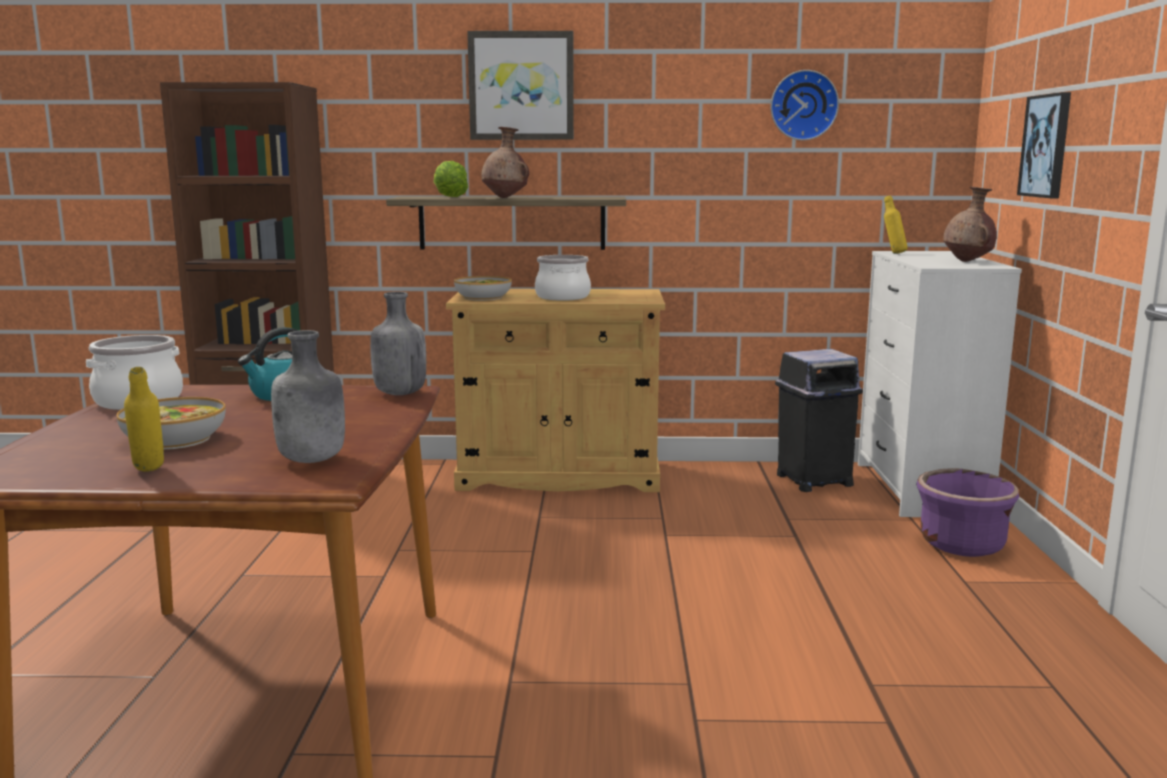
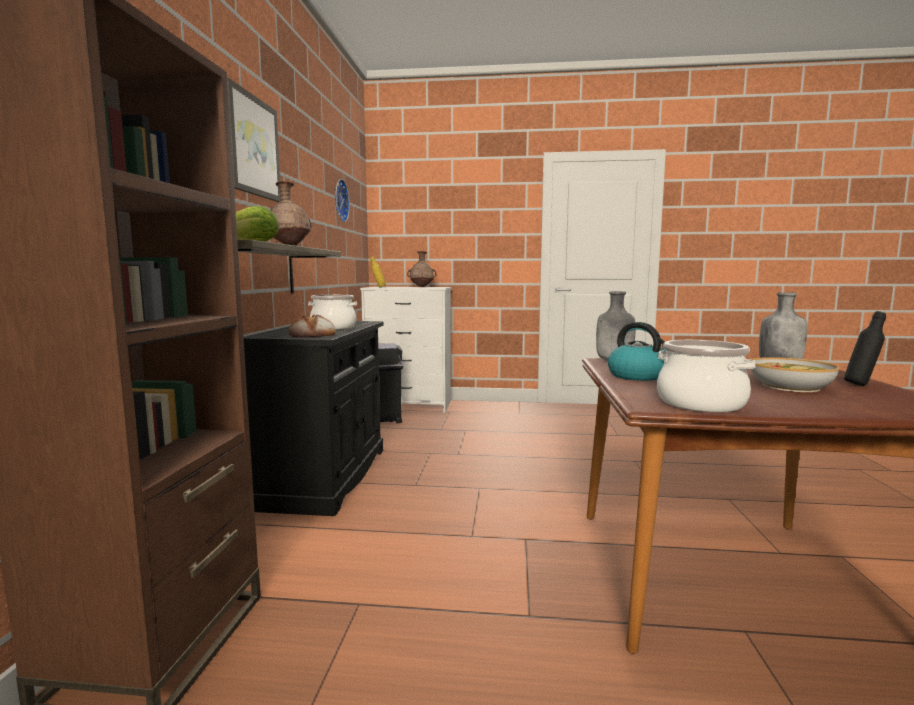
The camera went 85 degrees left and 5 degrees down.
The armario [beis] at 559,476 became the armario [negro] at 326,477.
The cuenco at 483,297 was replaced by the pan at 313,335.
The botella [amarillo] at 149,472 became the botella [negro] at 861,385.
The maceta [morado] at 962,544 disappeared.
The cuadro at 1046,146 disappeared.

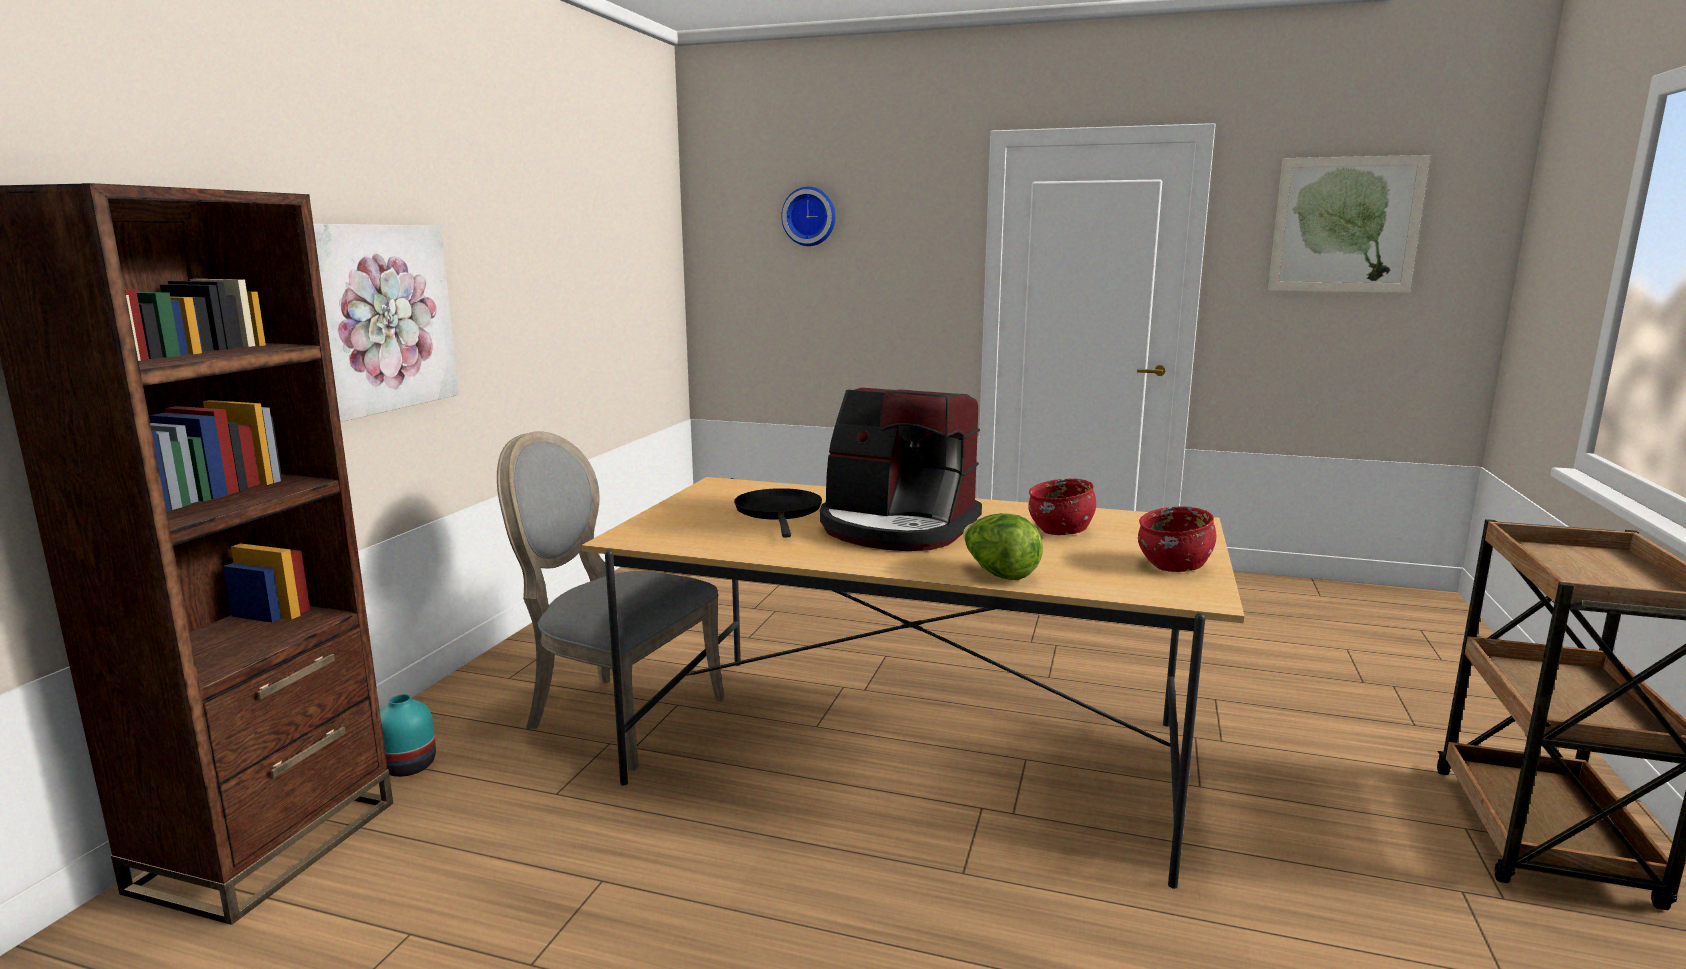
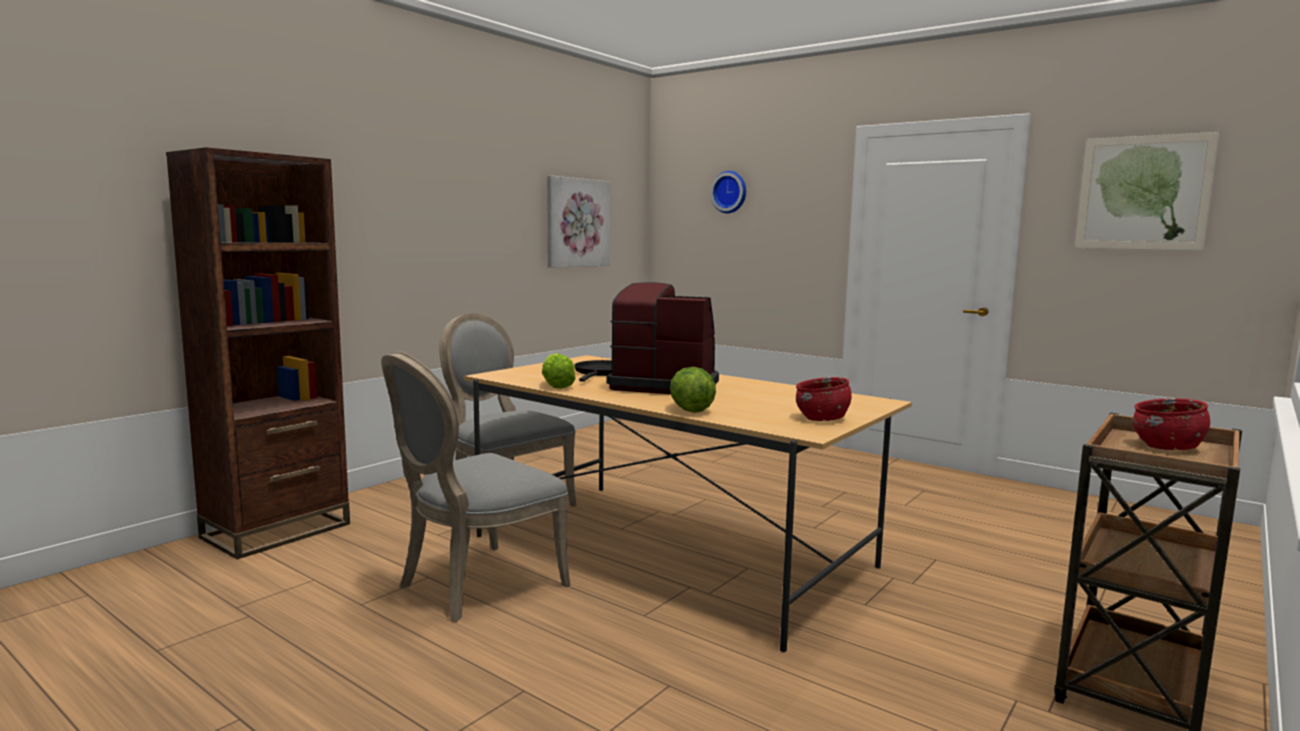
The camera went 20 degrees right and 5 degrees down.
The silla [gris] at 475,585 appeared.
The lechuga at 556,386 appeared.
The cuadro moved from 377,318 to 577,222.
The cafetera at 897,528 turned 150 degrees clockwise.
The cuenco [rojo] moved from 1060,530 to 1167,446.
The florero [turquesa] at 408,766 disappeared.

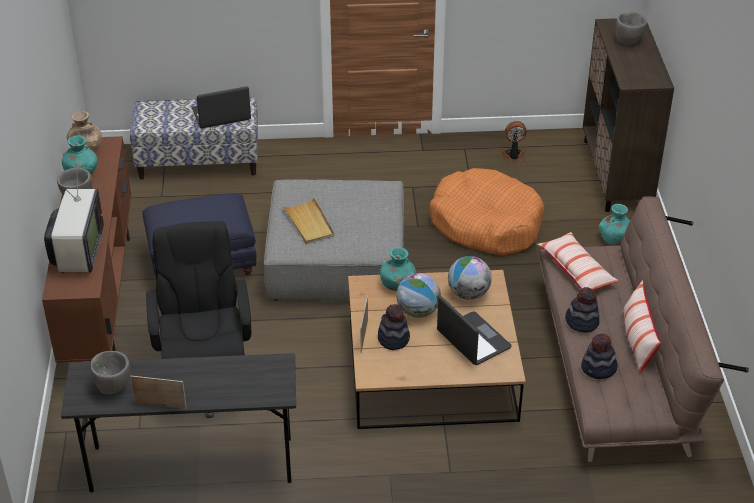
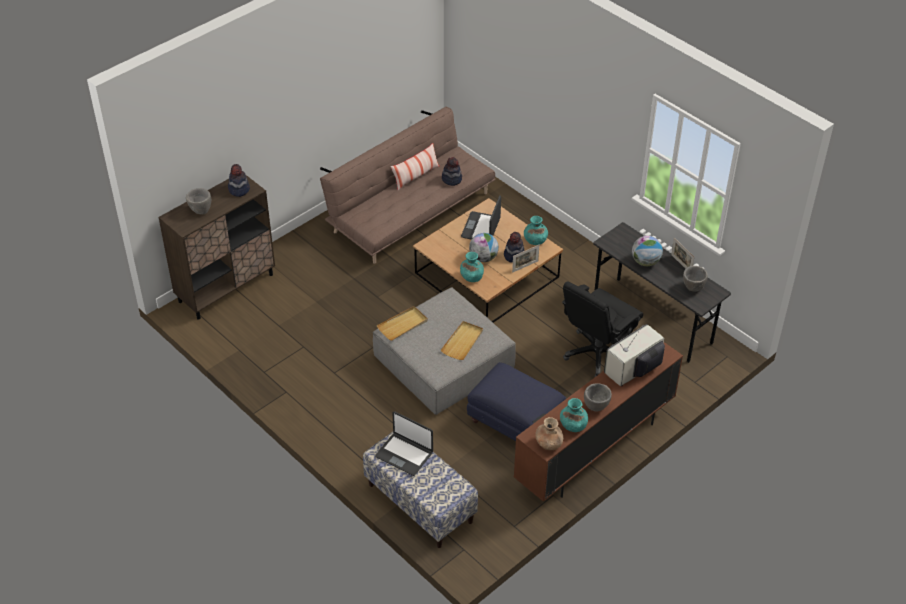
The camera went 130 degrees left and 5 degrees up.
The sombrero moved from 582,322 to 239,189.
The bandeja [beis] at 403,325 appeared.
The florero [turquesa] moved from 614,238 to 535,240.
The globo terráqueo moved from 468,294 to 645,262.
The cama para perro [naranja] at 486,224 disappeared.
The ventilador at 513,156 disappeared.
The cojín at 576,270 disappeared.

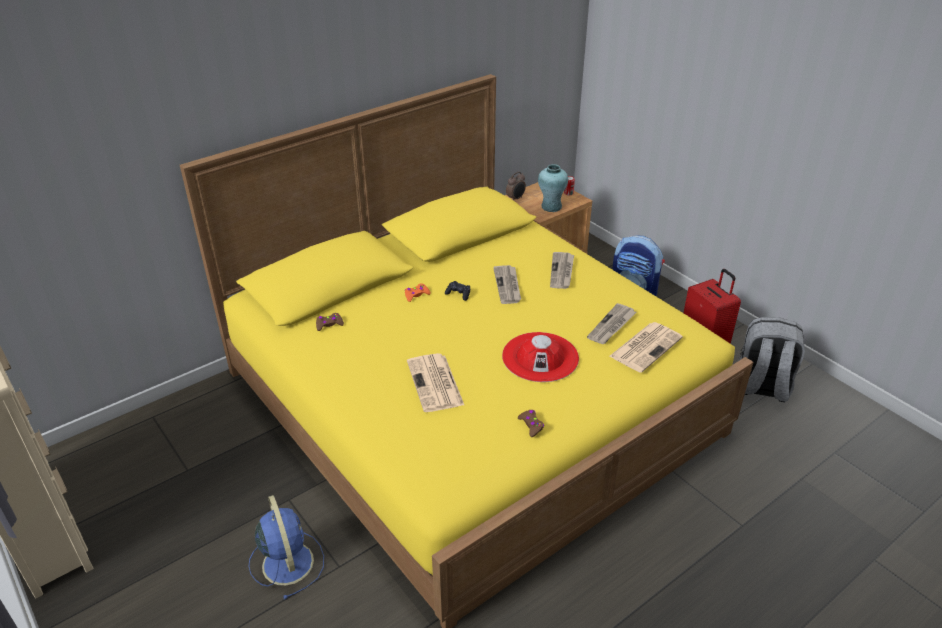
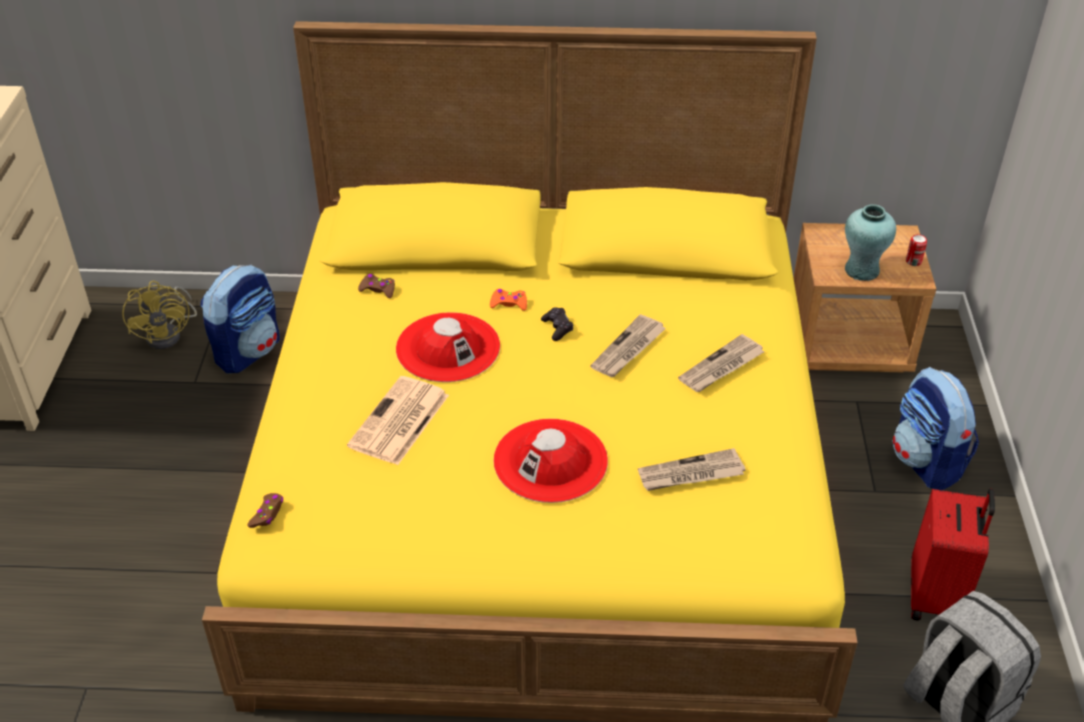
The camera went 40 degrees right and 5 degrees up.
The ventilador [amarillo] at 169,334 appeared.
The mochila at 248,351 appeared.
The mando de consola [marrón] moved from 531,425 to 267,514.
The sombrero [rojo] at 448,347 appeared.
The ventilador [azul] at 287,561 disappeared.
The despertador at 515,198 disappeared.
The periódico at 646,346 disappeared.

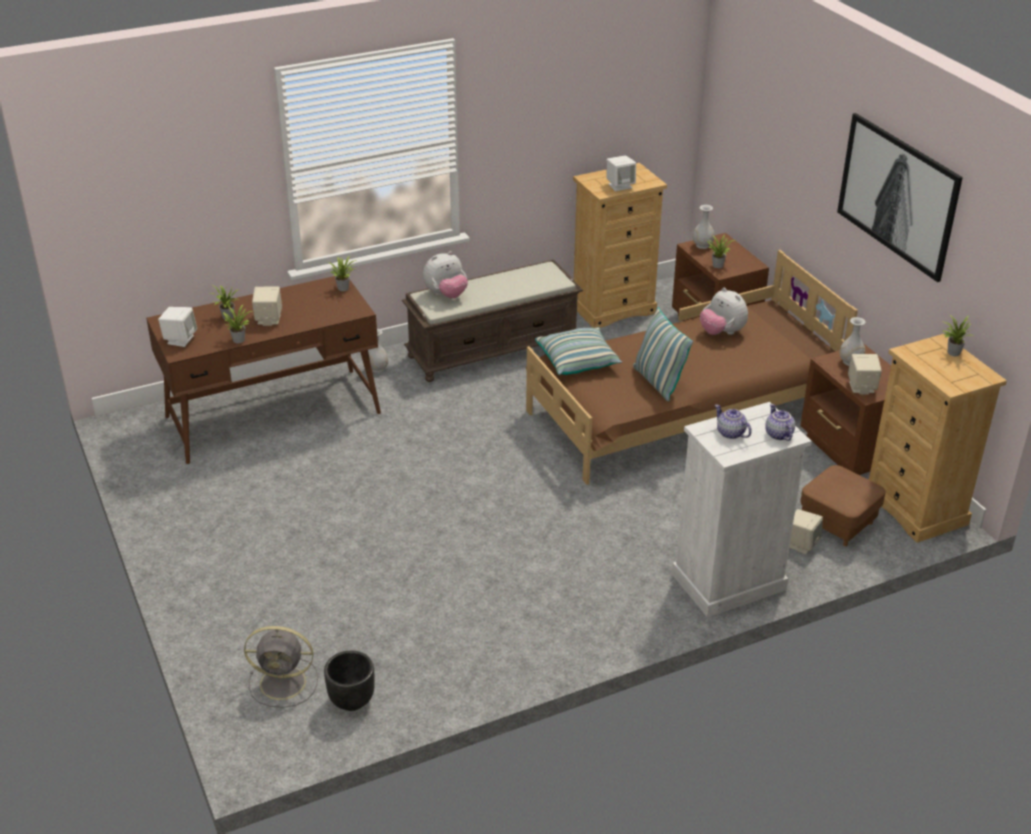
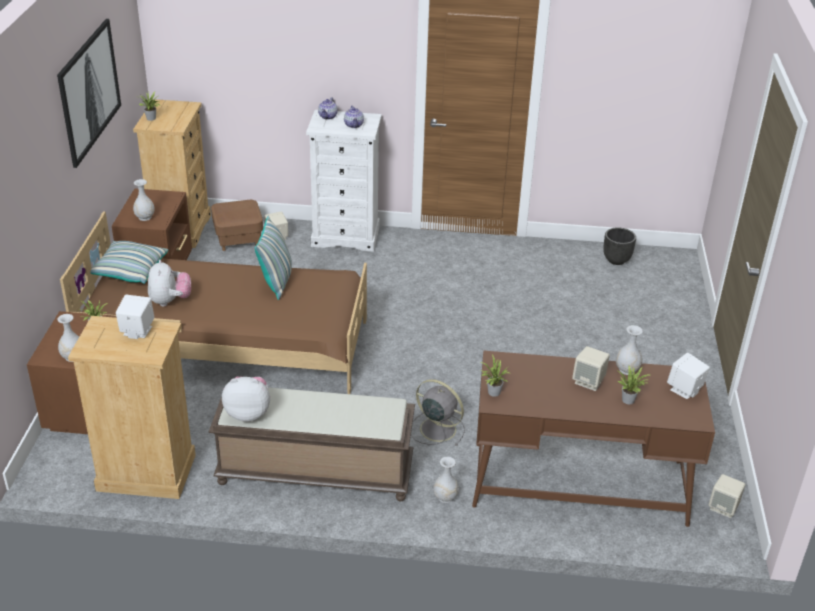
The camera went 150 degrees left and 0 degrees up.
The cojín moved from 578,361 to 129,271.
The peluche moved from 446,295 to 248,413.
The ventilador [gris] moved from 285,683 to 436,428.
The planta en maceta at 238,339 was replaced by the florero [blanco] at 627,370.
The altavoz [beis] moved from 861,388 to 723,508.

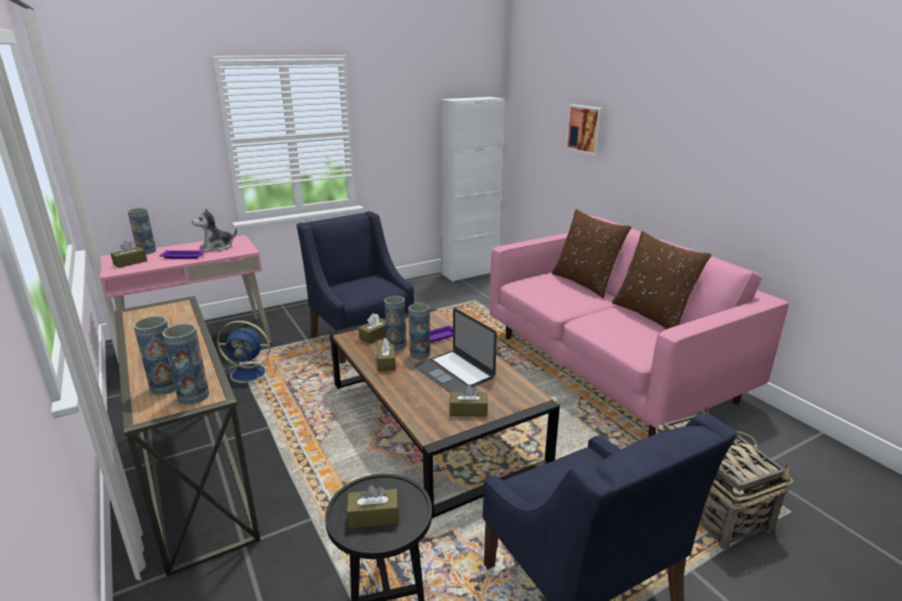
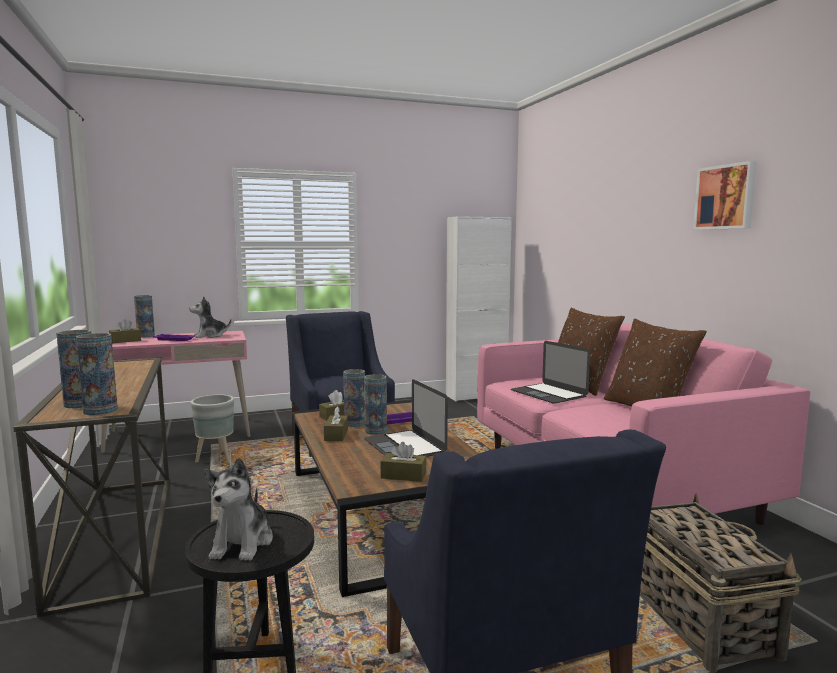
The camera went 10 degrees right and 15 degrees down.
The ventilador [azul] at 250,373 was replaced by the maceta [gris] at 216,458.
The caja de pañuelos [marrón] at 373,516 was replaced by the peluche at 242,543.
The portátil at 548,393 appeared.
The cuadro moved from 586,129 to 726,197.

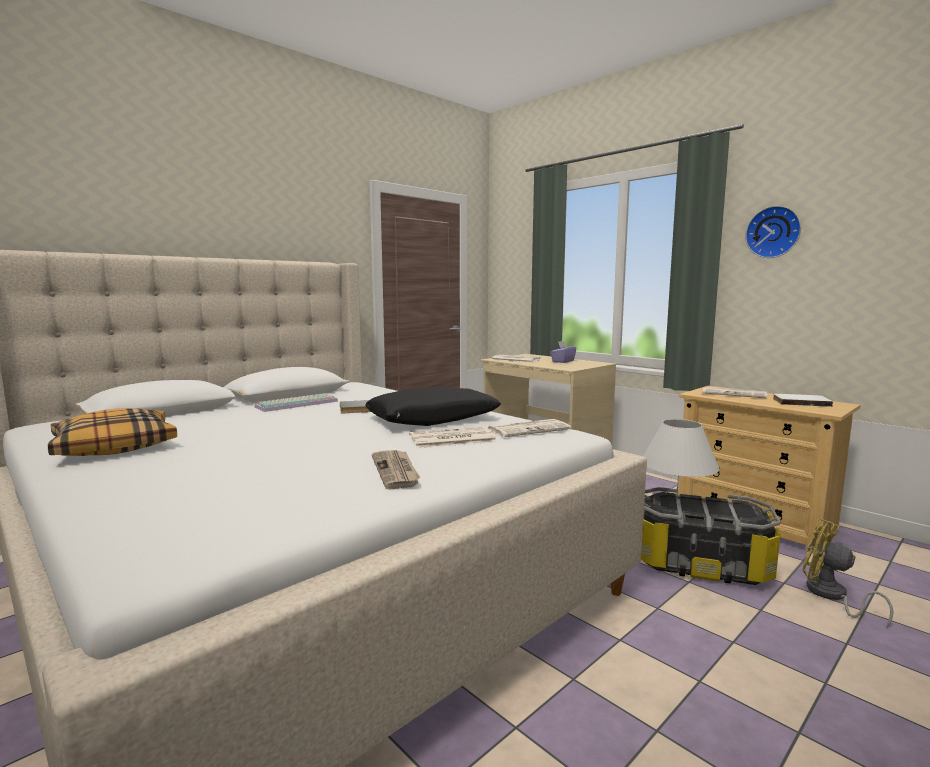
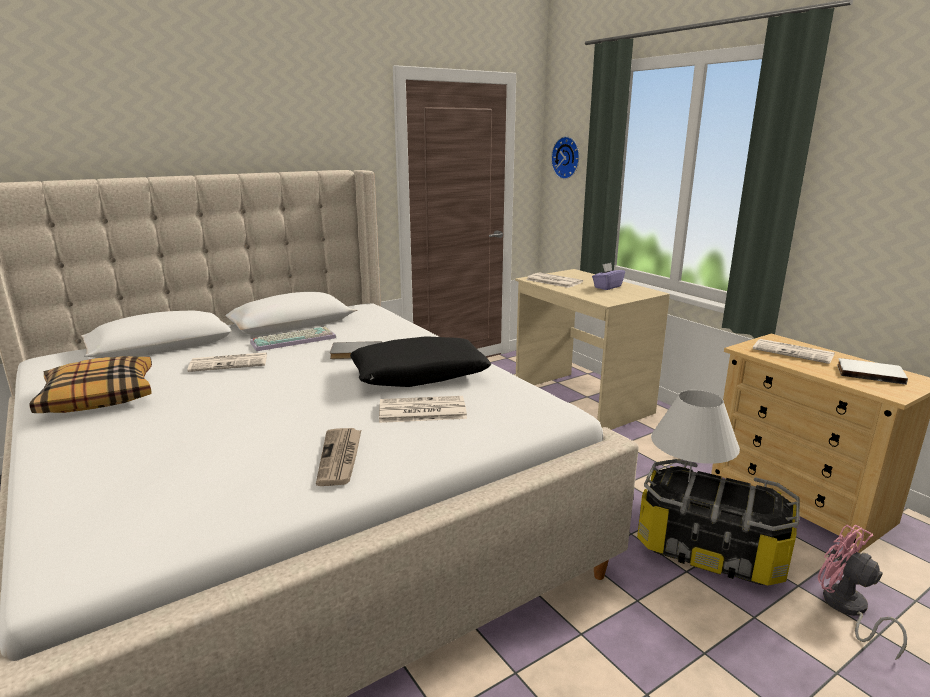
The camera went 10 degrees right and 10 degrees up.
The periódico moved from 529,429 to 230,363.
The reloj de pared moved from 773,232 to 567,157.
The ventilador [amarillo] at 830,596 became the ventilador [rosa] at 847,609.

